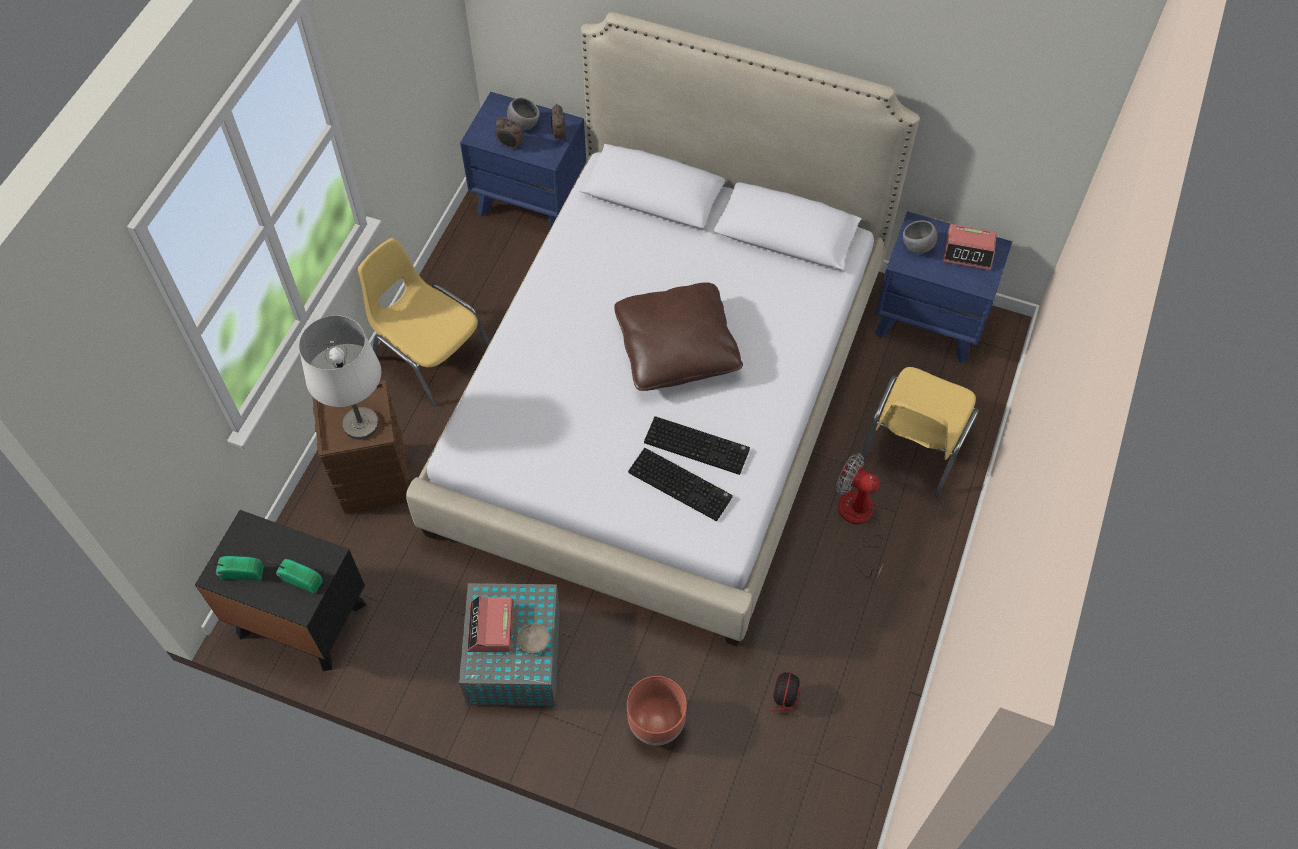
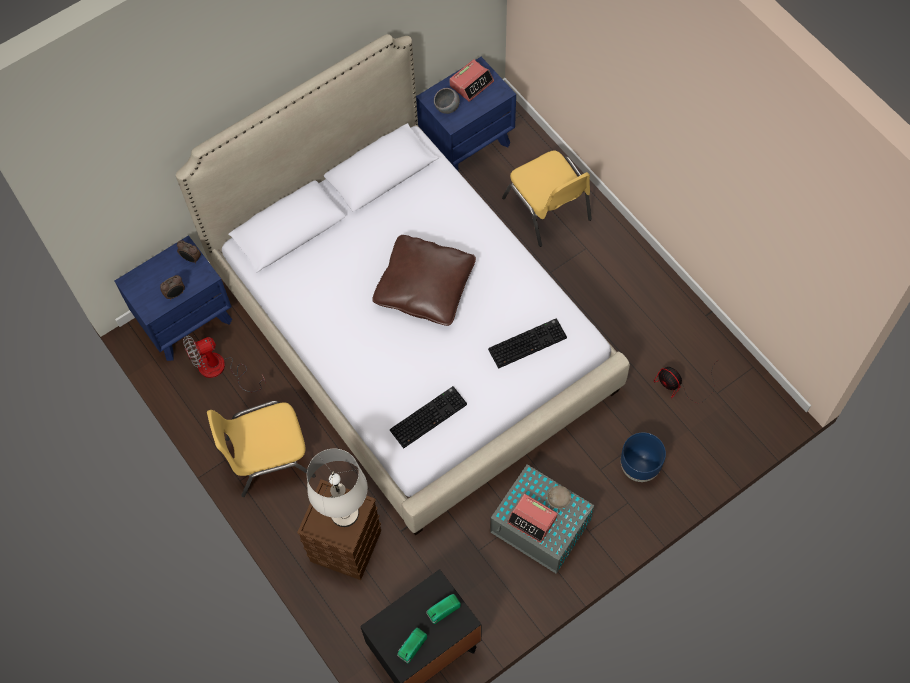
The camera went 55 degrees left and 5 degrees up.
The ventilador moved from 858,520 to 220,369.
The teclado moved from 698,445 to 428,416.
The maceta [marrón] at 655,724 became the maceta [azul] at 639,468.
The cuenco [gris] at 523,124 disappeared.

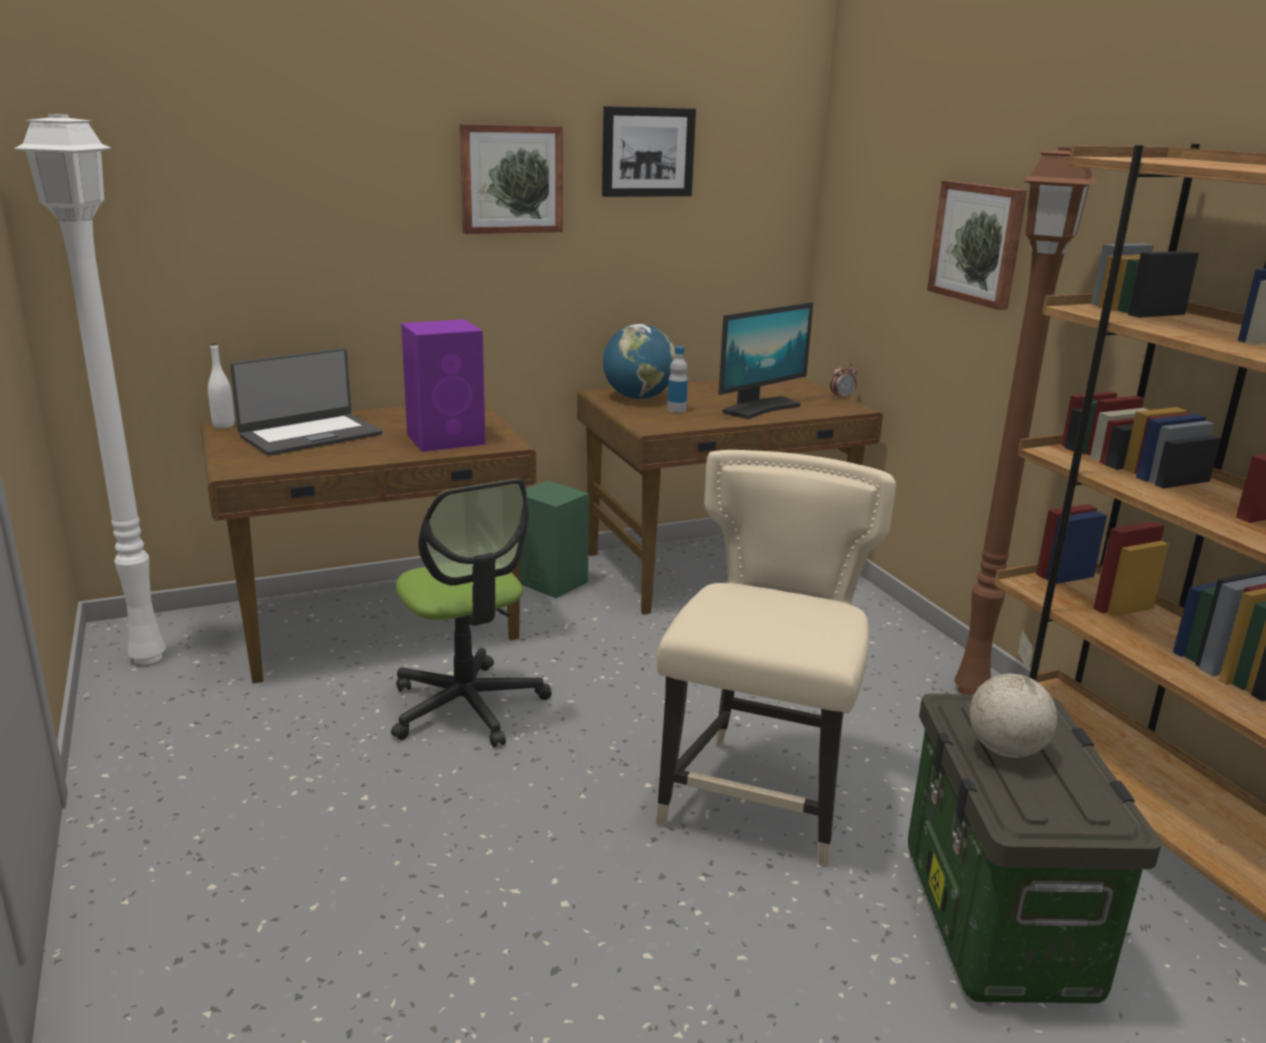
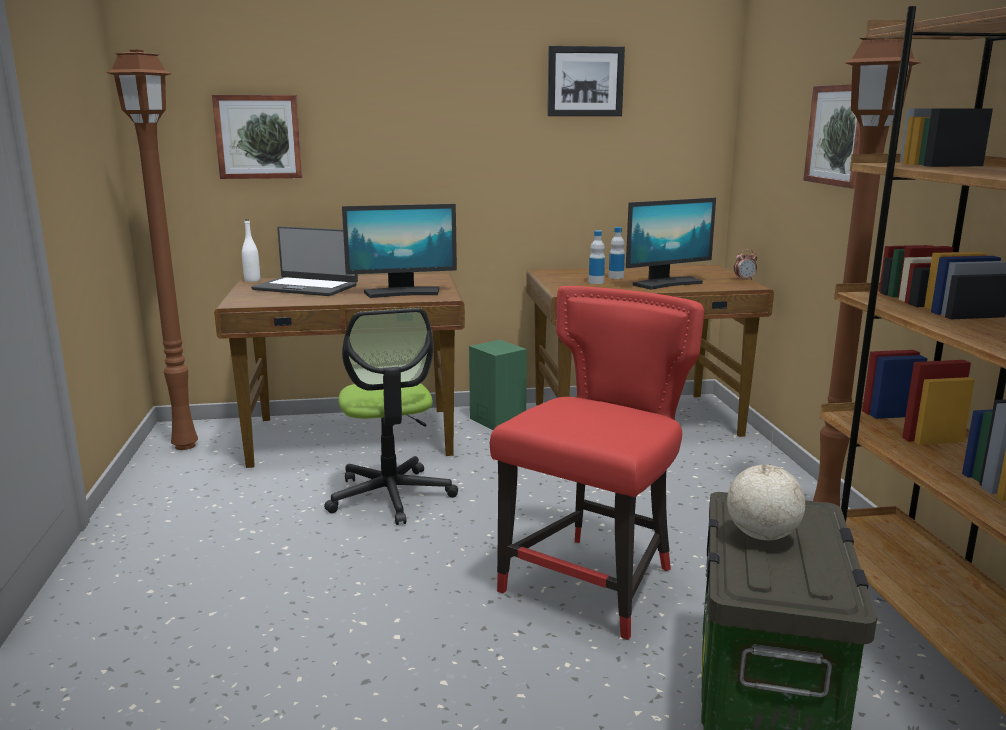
The camera went 15 degrees right and 5 degrees down.
The lámpara de pie [blanco] at 147,656 became the lámpara de pie [marrón] at 185,445.
The cuadro moved from 511,179 to 258,137.
The portátil at 310,435 turned 45 degrees clockwise.
The altavoz [morado] at 448,439 was replaced by the monitor at 402,293.
The silla [beis] at 760,795 became the silla [rojo] at 594,581.
The botella at 616,277 appeared.
The globo terráqueo at 638,397 disappeared.

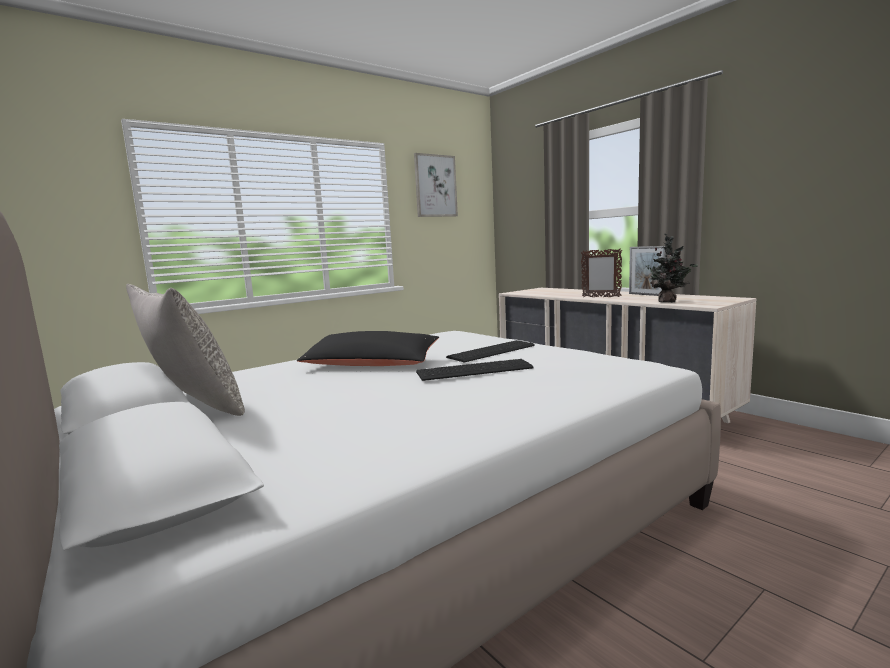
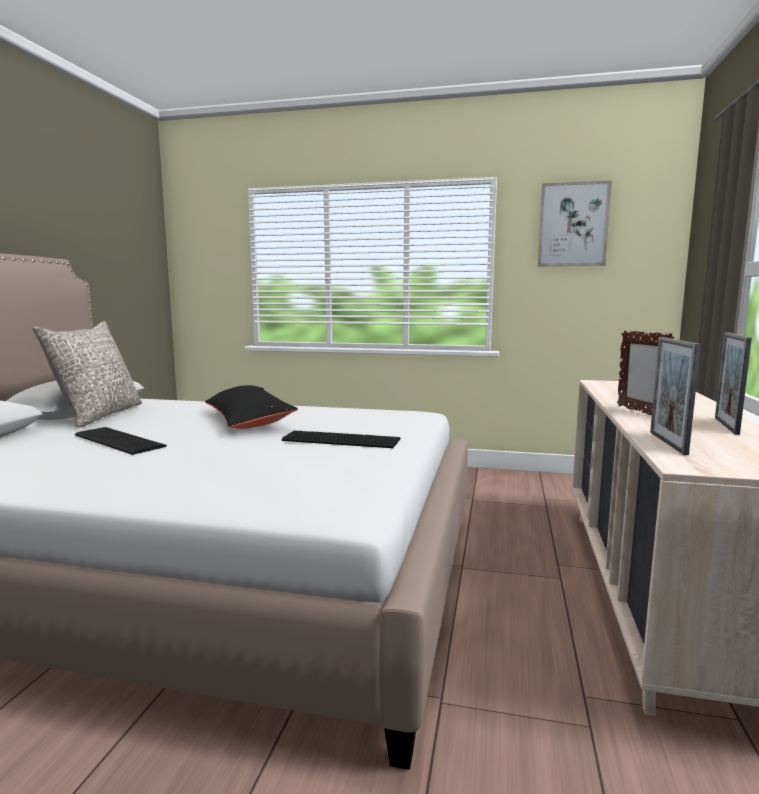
The camera went 50 degrees right and 0 degrees up.
The teclado moved from 472,370 to 120,440.
The planta en maceta at 668,302 was replaced by the portarretratos at 667,443.

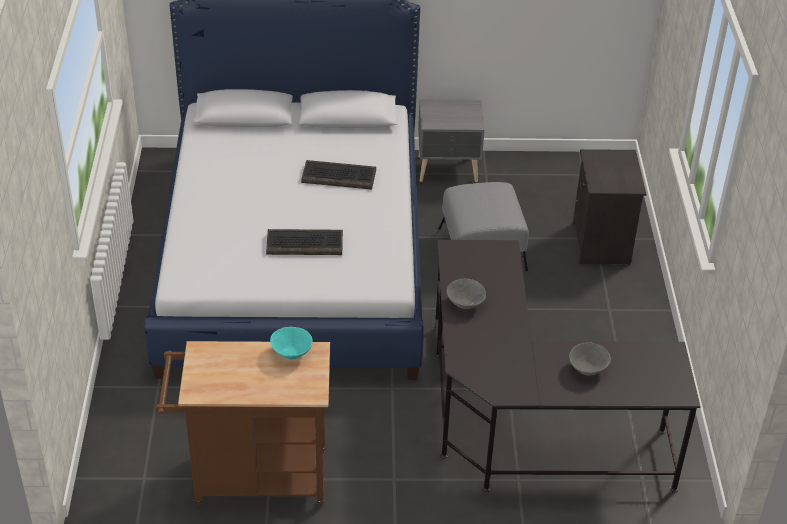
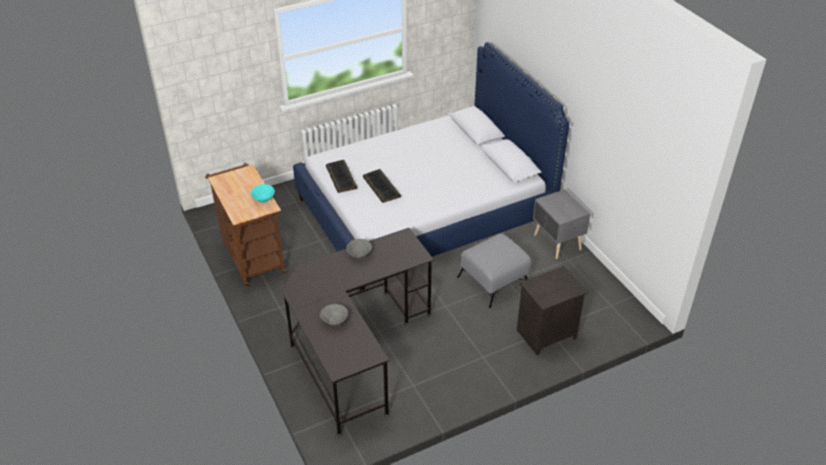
The camera went 65 degrees right and 0 degrees up.
The teclado moved from 339,176 to 342,177.

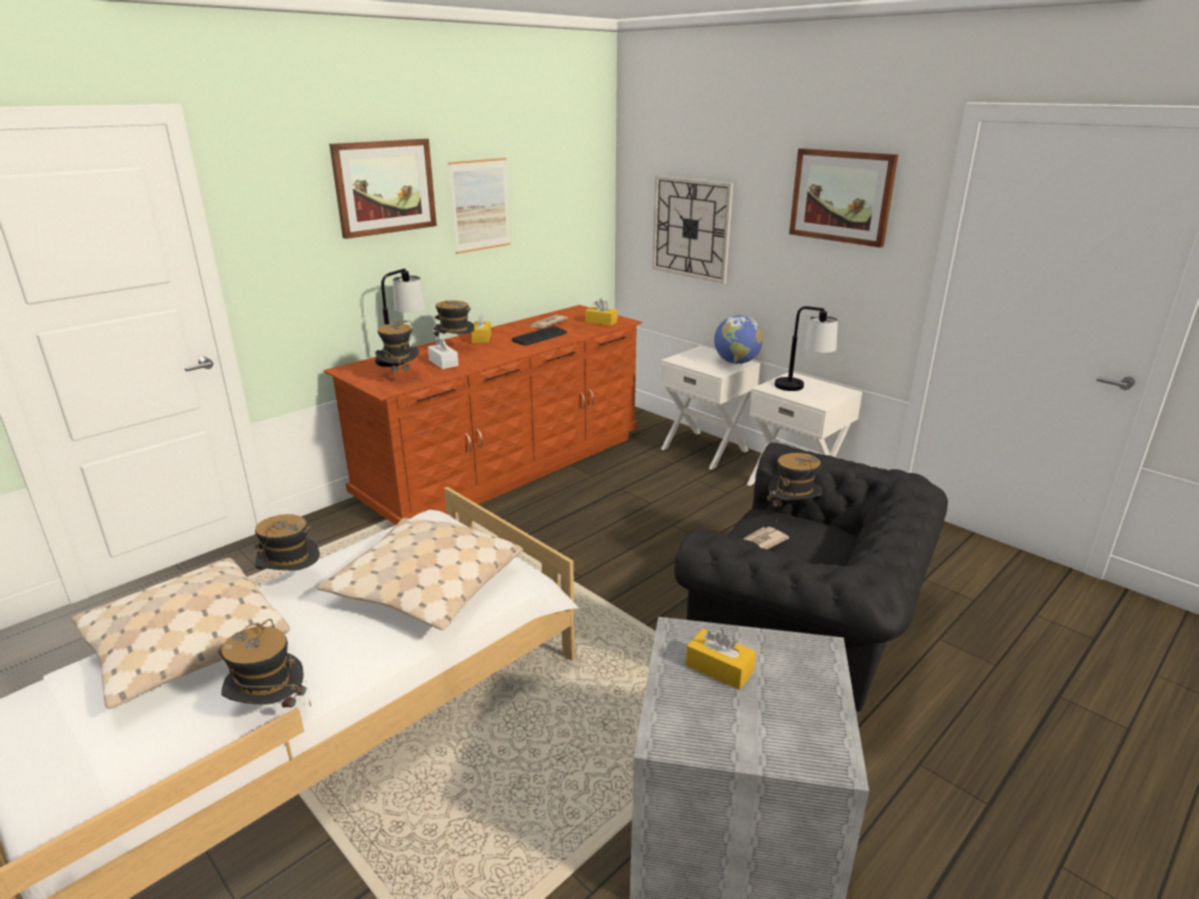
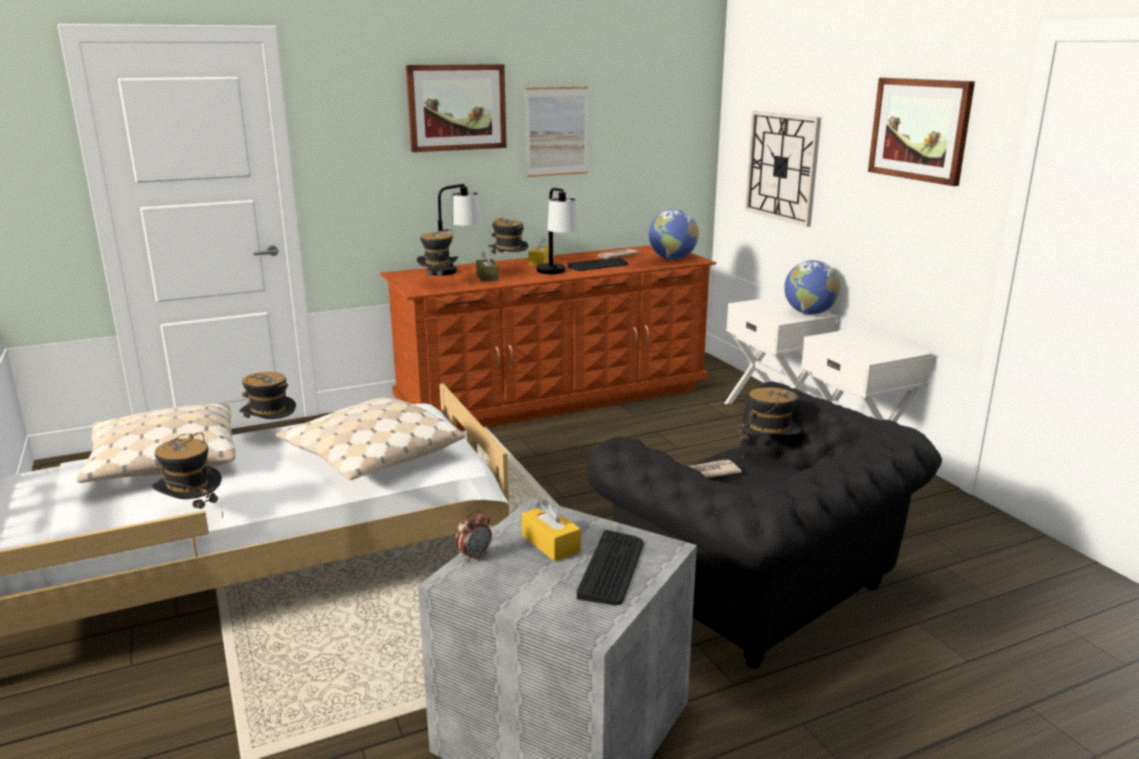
The camera went 20 degrees right and 5 degrees down.
The despertador at 474,555 appeared.
The caja de pañuelos [blanco] at 443,363 became the caja de pañuelos [marrón] at 487,277.
The lámpara de mesa moved from 801,389 to 557,274.
The teclado at 612,568 appeared.
The caja de pañuelos [amarillo] at 601,322 was replaced by the globo terráqueo at 672,259.

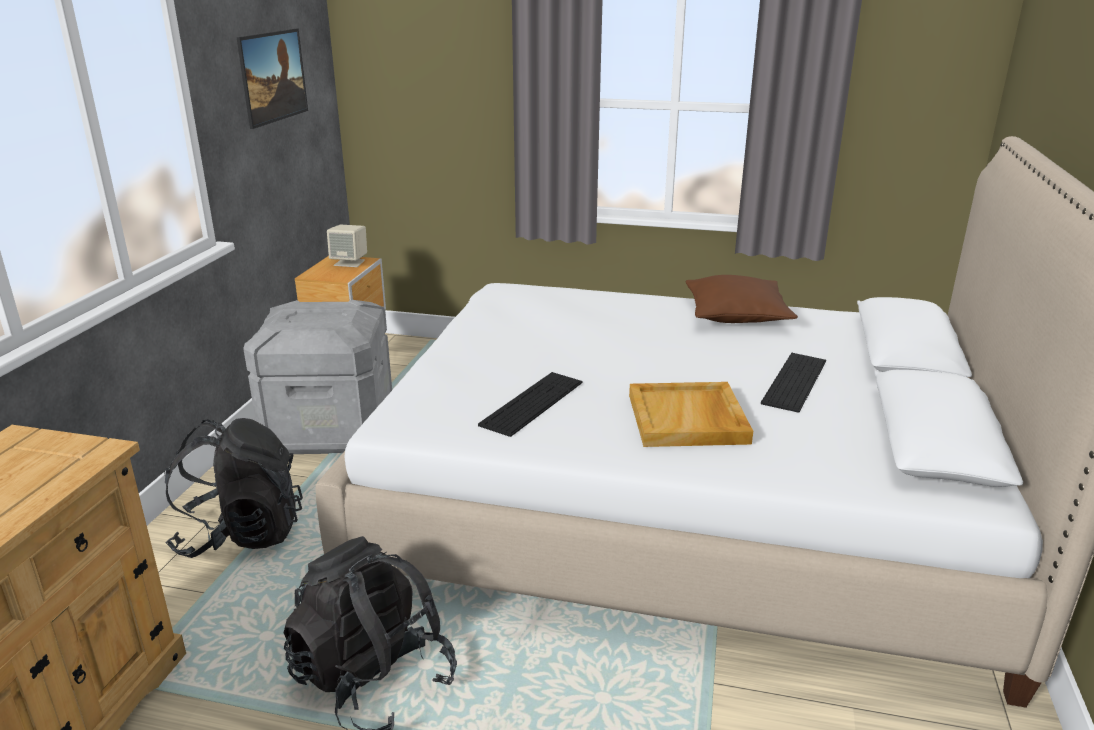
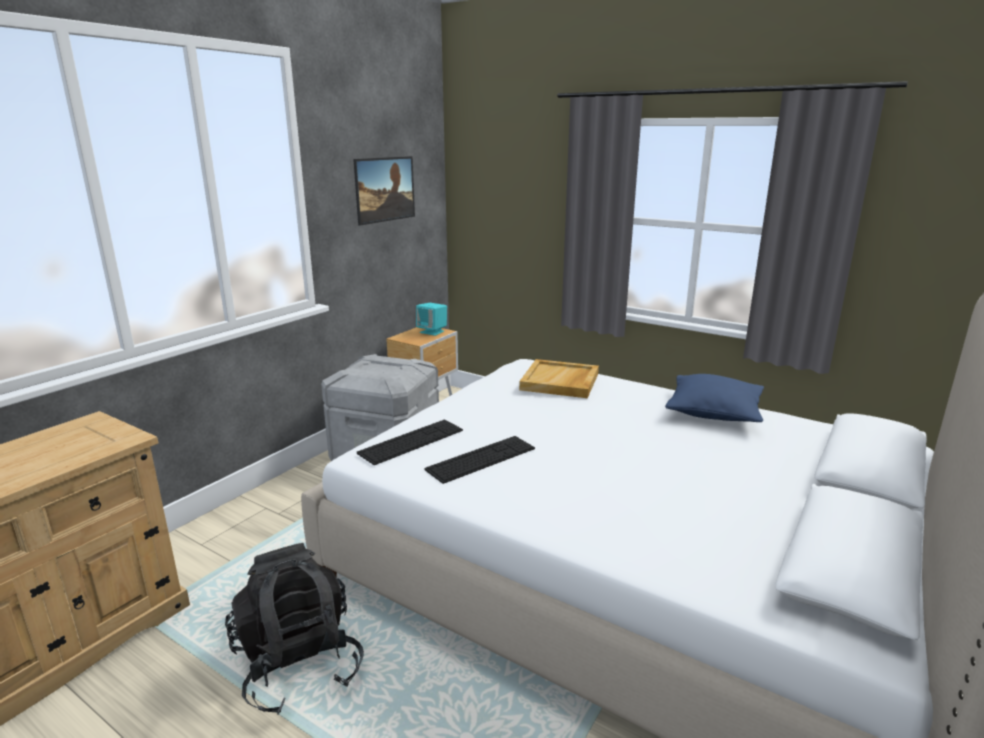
The camera went 20 degrees right and 5 degrees down.
The teclado moved from 794,381 to 411,441.
The altavoz [beis] at 350,263 became the altavoz [turquesa] at 432,332.
The bandeja [beis] moved from 688,419 to 560,382.
The cojín [marrón] at 736,315 became the cojín [azul] at 714,412.
The mochila [negro] at 241,534 disappeared.

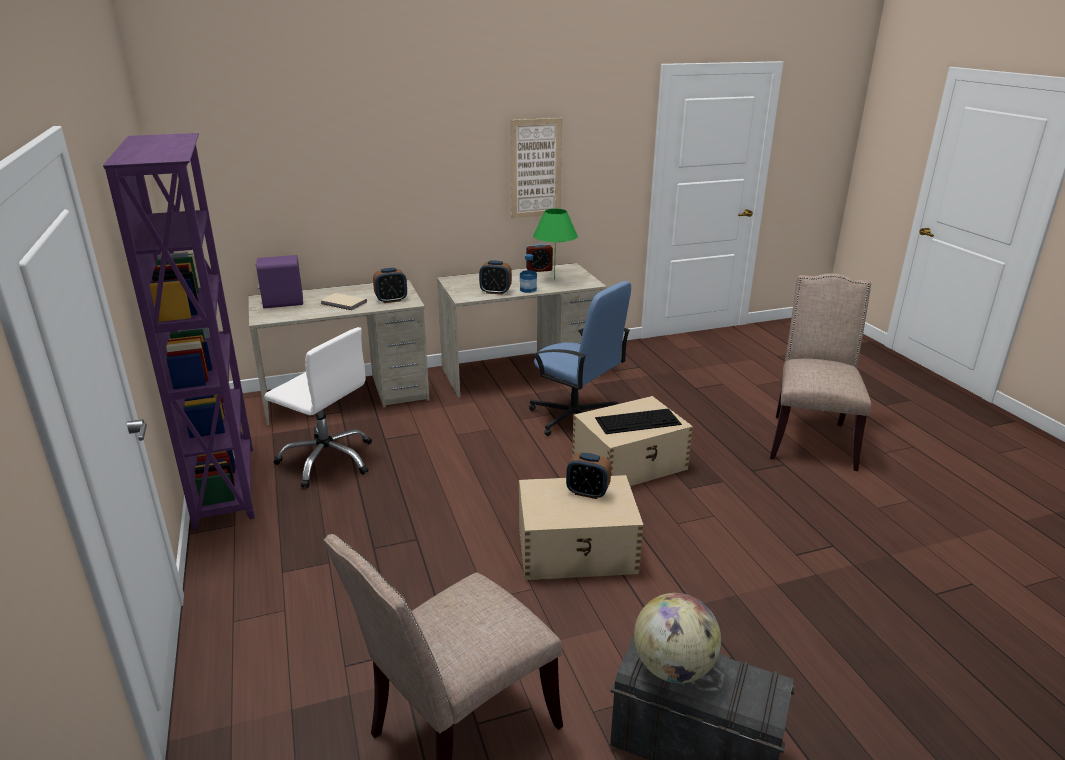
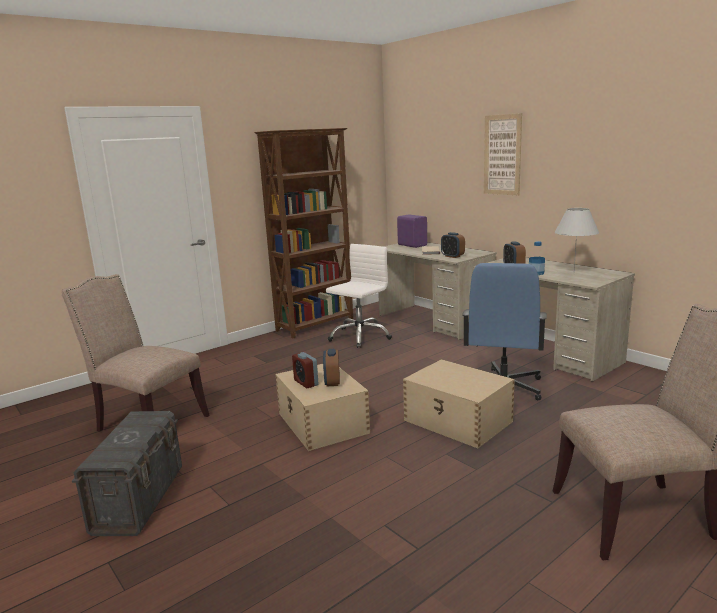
The camera went 70 degrees right and 10 degrees down.
The estantería [morado] at 227,485 became the estantería [marrón] at 316,325.
The despertador moved from 539,270 to 306,383.
The silla de oficina [blanco] at 327,460 turned 150 degrees counterclockwise.
The cuadro moved from 535,168 to 502,155.
The lámpara de mesa [verde] at 554,280 became the lámpara de mesa [blanco] at 574,275.
The teclado at 638,421 disappeared.
The globo terráqueo at 673,668 disappeared.

